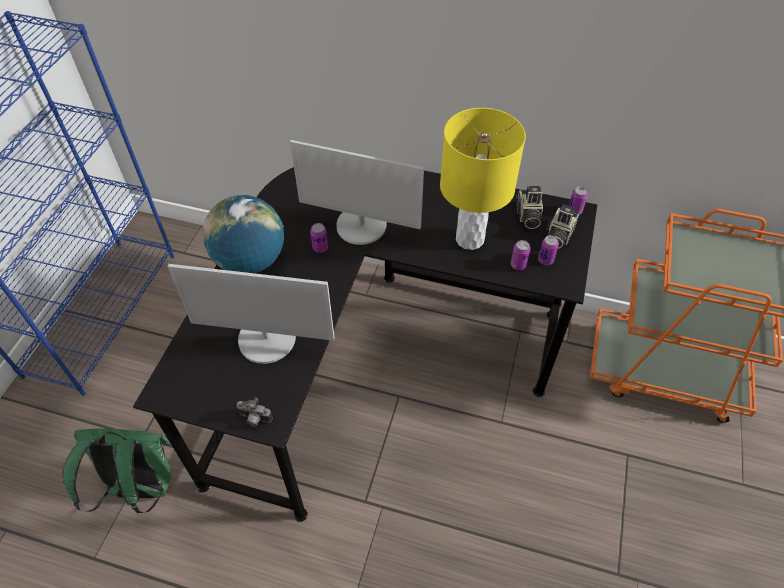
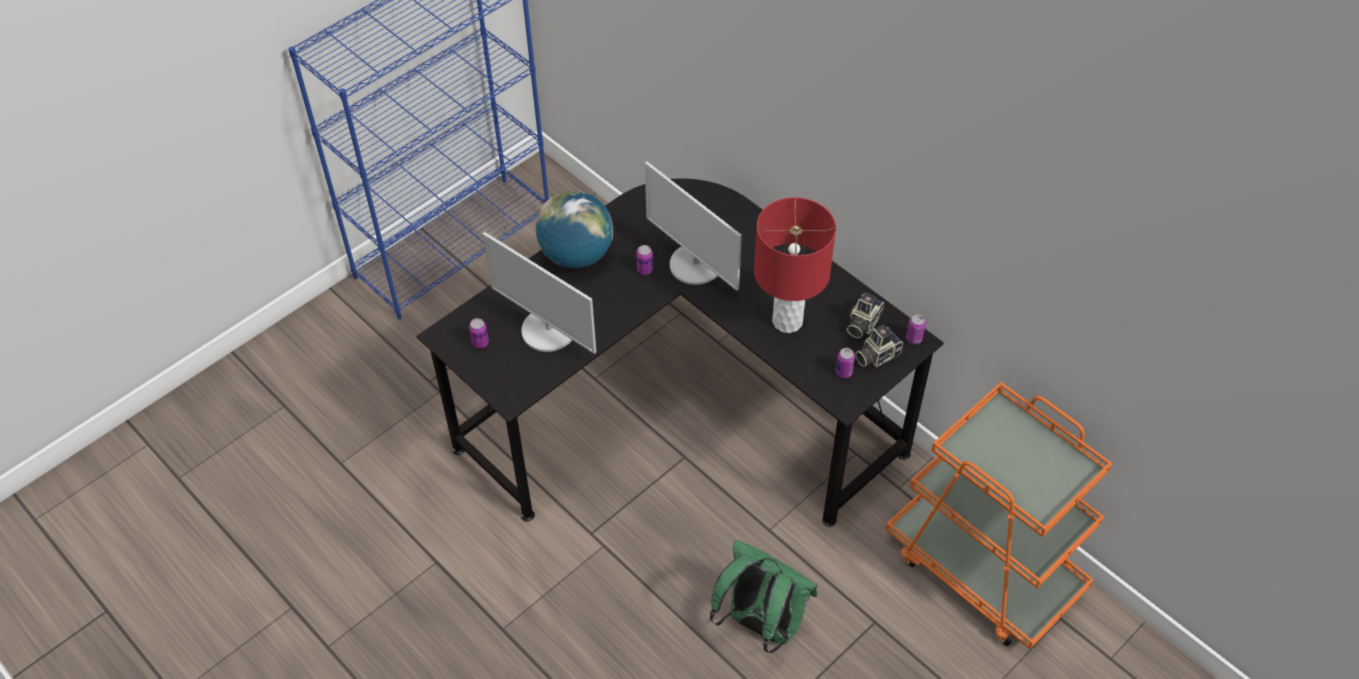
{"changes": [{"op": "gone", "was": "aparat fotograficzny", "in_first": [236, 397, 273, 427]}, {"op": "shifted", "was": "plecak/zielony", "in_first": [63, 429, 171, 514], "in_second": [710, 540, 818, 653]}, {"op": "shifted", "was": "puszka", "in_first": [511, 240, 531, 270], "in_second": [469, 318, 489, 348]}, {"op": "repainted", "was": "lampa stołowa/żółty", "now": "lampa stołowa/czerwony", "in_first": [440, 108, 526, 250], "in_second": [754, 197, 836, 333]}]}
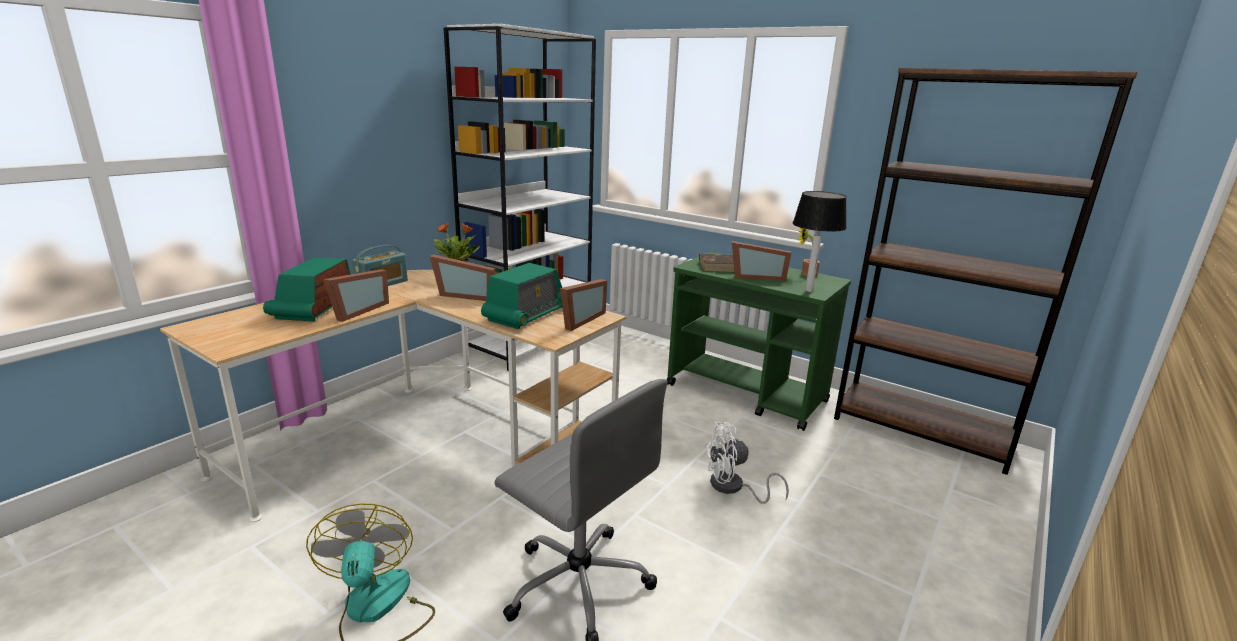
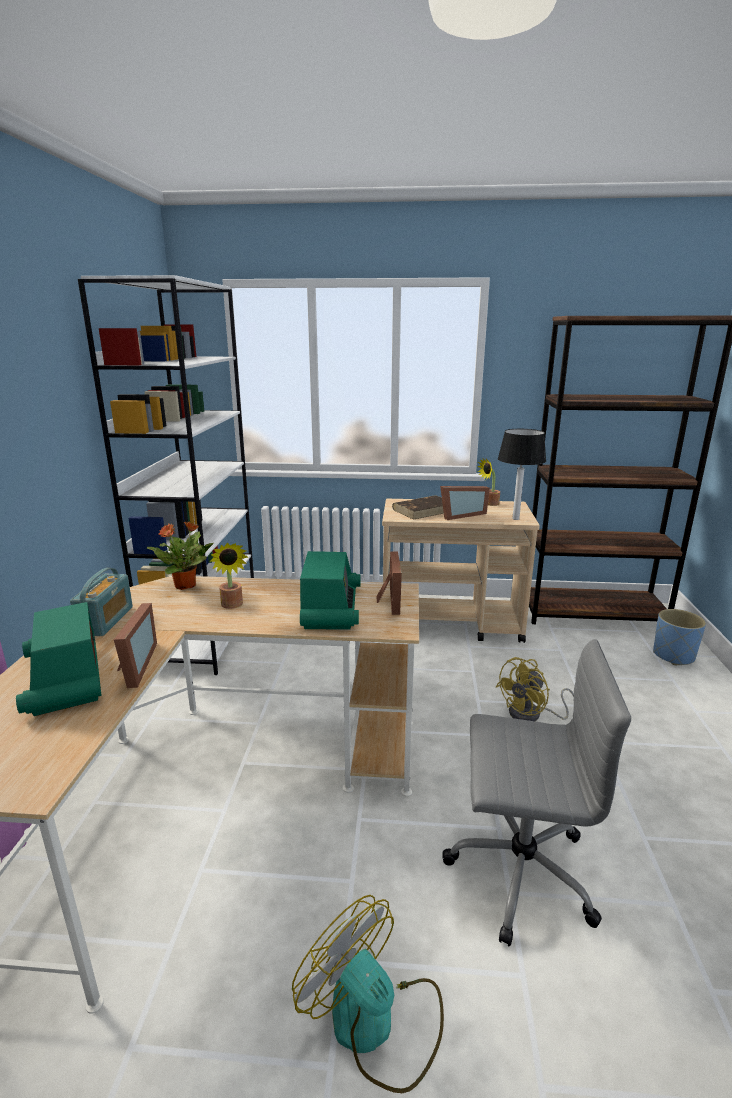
{"changes": [{"op": "new", "now": "donica/niebieski", "in_second": [653, 609, 706, 665]}, {"op": "swapped", "was": "ramka na zdjęcie", "now": "roślina doniczkowa", "in_first": [430, 254, 495, 301], "in_second": [210, 542, 248, 609]}, {"op": "repainted", "was": "wózek/zielony", "now": "wózek/beżowy", "in_first": [667, 252, 851, 431], "in_second": [382, 499, 540, 643]}, {"op": "repainted", "was": "wentylator/biały", "now": "wentylator/żółty", "in_first": [704, 422, 789, 504], "in_second": [496, 657, 574, 721]}]}
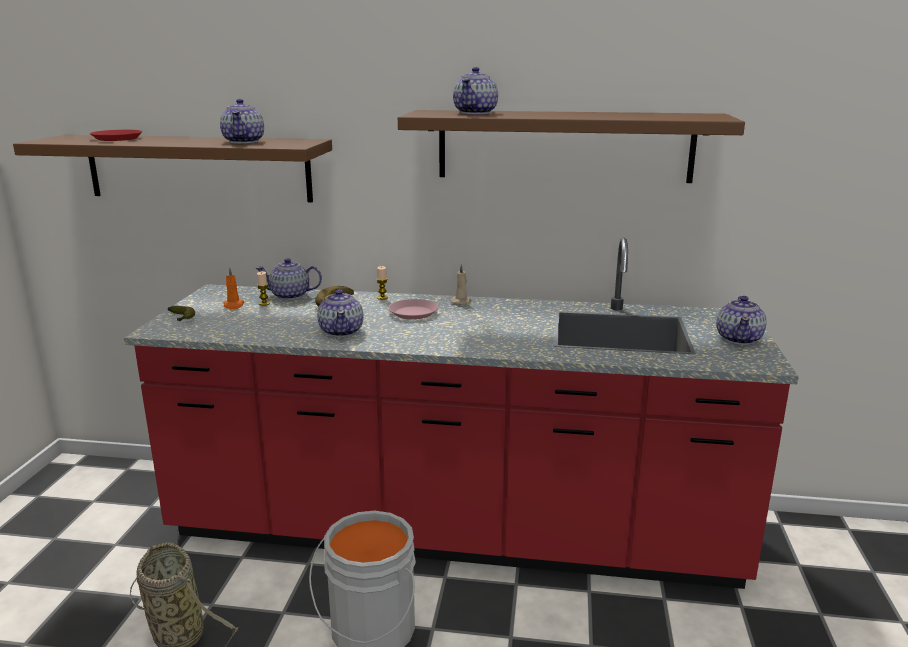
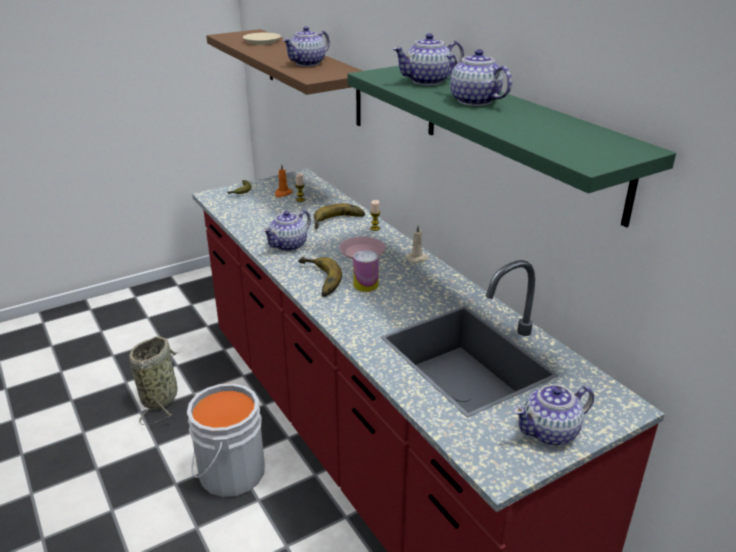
{"changes": [{"op": "new", "now": "banan", "in_second": [298, 257, 342, 297]}, {"op": "new", "now": "puszka", "in_second": [353, 250, 379, 292]}, {"op": "shifted", "was": "imbryk", "in_first": [255, 258, 322, 300], "in_second": [446, 49, 512, 106]}, {"op": "repainted", "was": "talerz/czerwony", "now": "talerz/beżowy", "in_first": [90, 130, 142, 141], "in_second": [243, 33, 281, 45]}, {"op": "repainted", "was": "półka/brązowy", "now": "półka/zielony", "in_first": [398, 110, 745, 183], "in_second": [348, 66, 676, 228]}]}
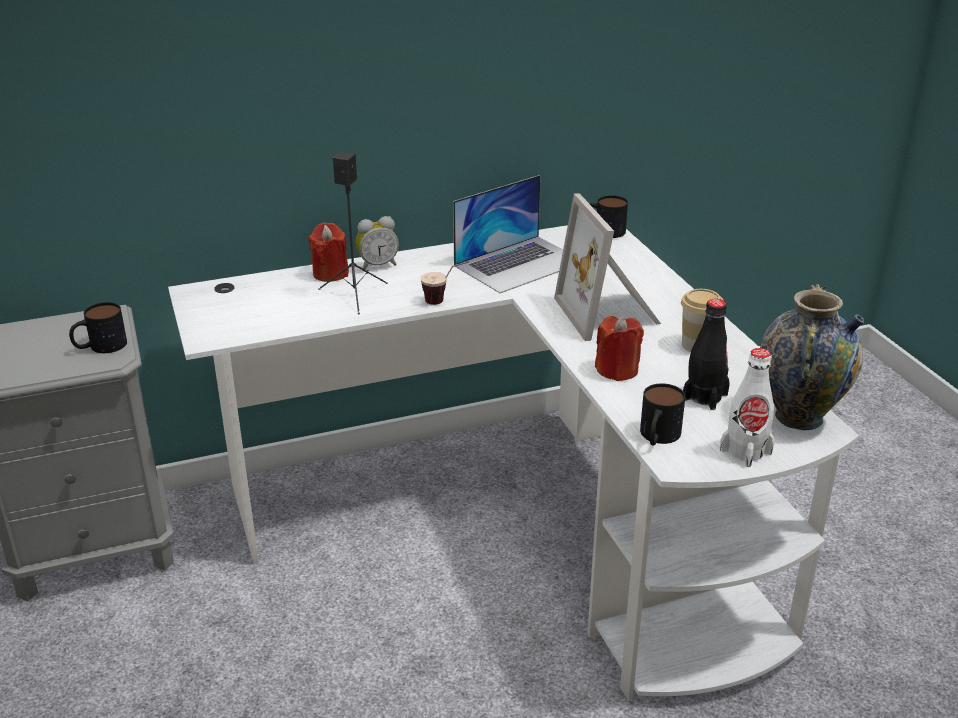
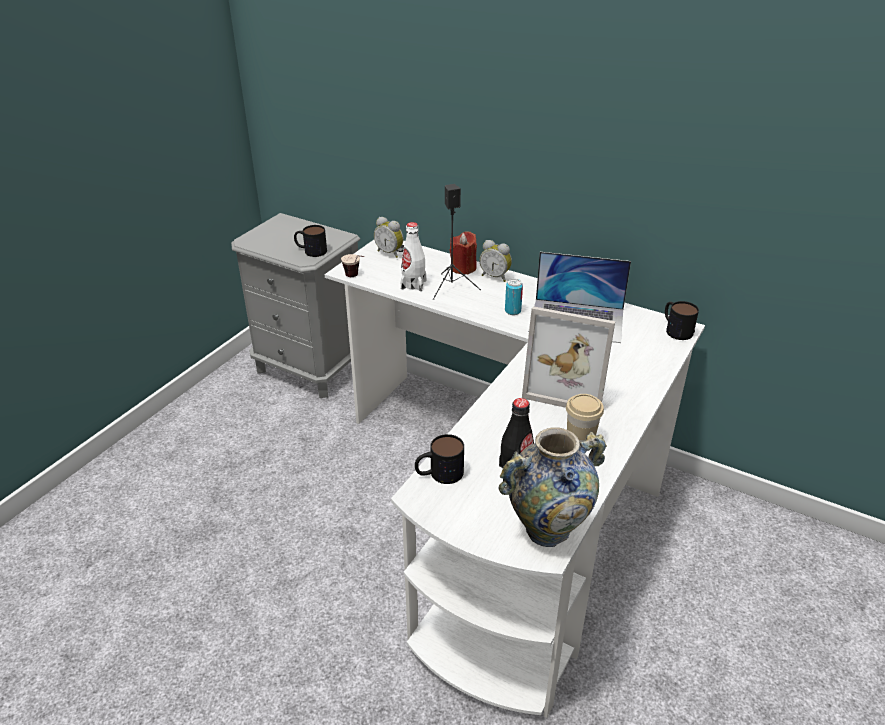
{"changes": [{"op": "gone", "was": "świeca/czerwony", "in_first": [595, 316, 644, 381]}, {"op": "new", "now": "budzik", "in_second": [374, 217, 403, 258]}, {"op": "new", "now": "puszka", "in_second": [505, 279, 523, 315]}, {"op": "shifted", "was": "filiżanka", "in_first": [420, 261, 469, 305], "in_second": [341, 254, 364, 277]}, {"op": "shifted", "was": "butelka/biały", "in_first": [720, 348, 774, 467], "in_second": [400, 222, 426, 291]}, {"op": "rotated", "was": "ramka na zdjęcie", "in_first": [554, 193, 661, 341], "in_second": [522, 306, 615, 408], "clockwise": -105}]}
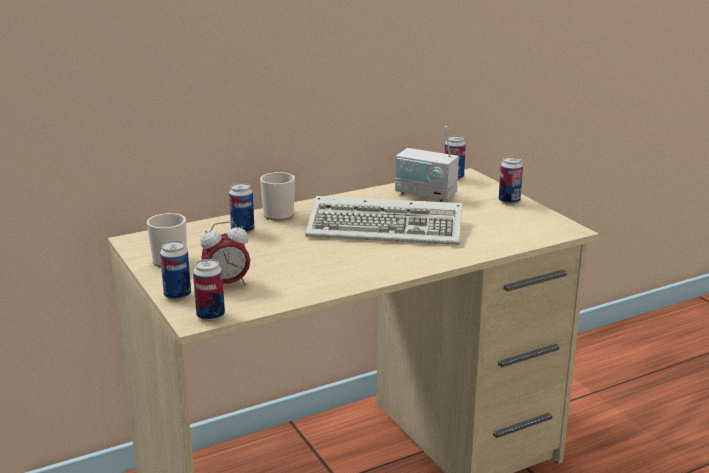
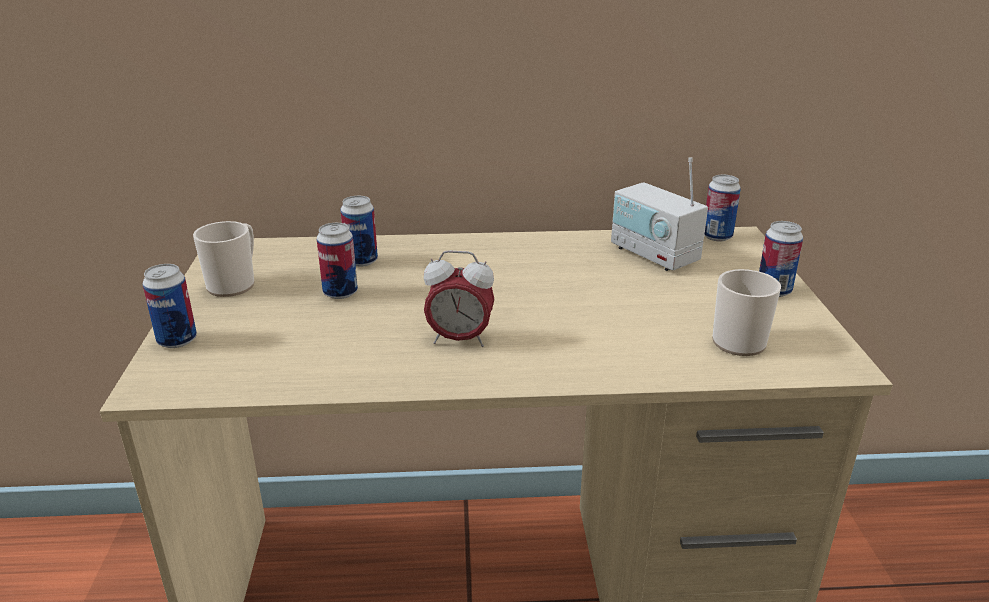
{"changes": [{"op": "gone", "was": "klawiatura", "in_first": [305, 196, 462, 245]}, {"op": "shifted", "was": "puszka", "in_first": [193, 259, 225, 321], "in_second": [317, 223, 358, 299]}, {"op": "shifted", "was": "budzik", "in_first": [201, 221, 250, 285], "in_second": [424, 250, 494, 347]}, {"op": "shifted", "was": "kubek", "in_first": [260, 172, 295, 221], "in_second": [712, 269, 781, 356]}]}
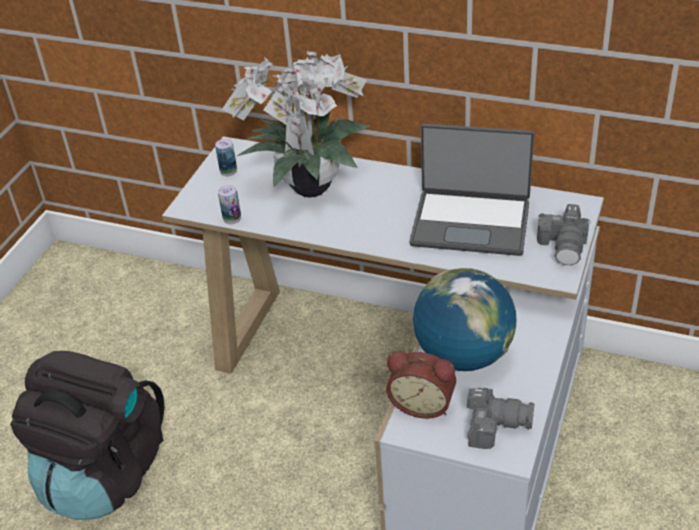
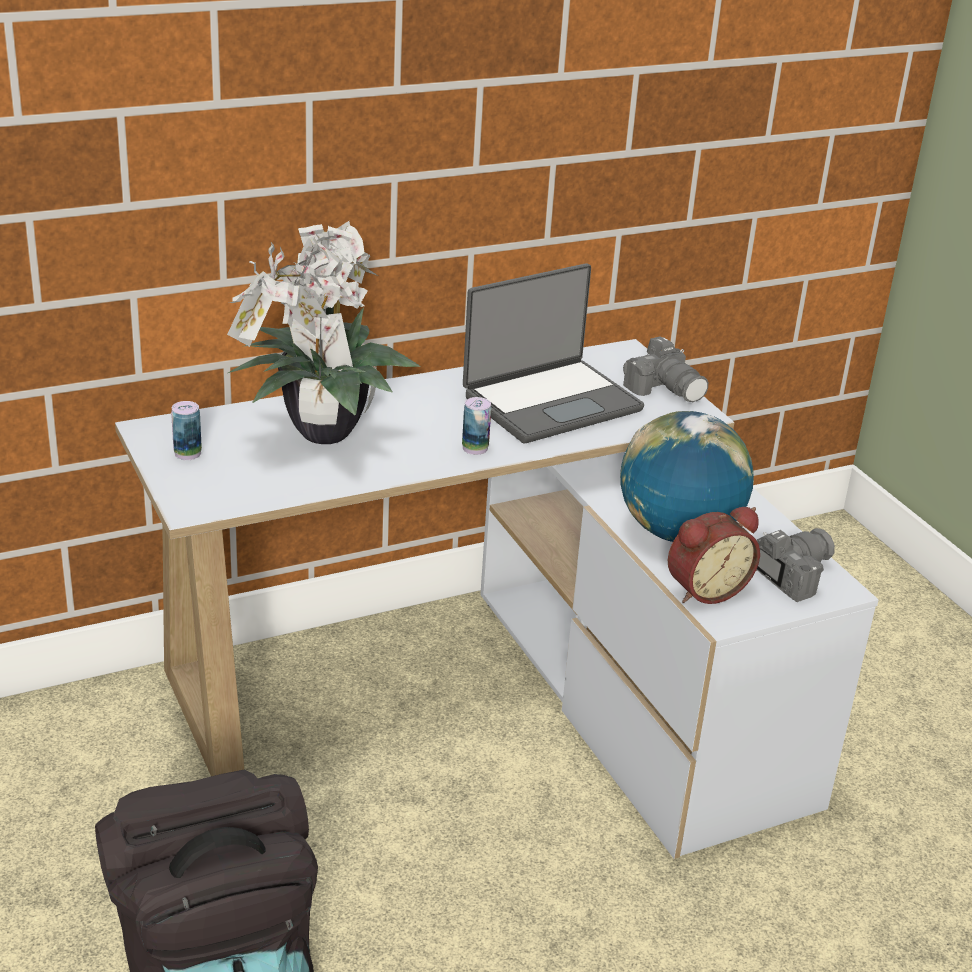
{"changes": [{"op": "shifted", "was": "puszka", "in_first": [218, 185, 241, 224], "in_second": [462, 397, 491, 455]}]}
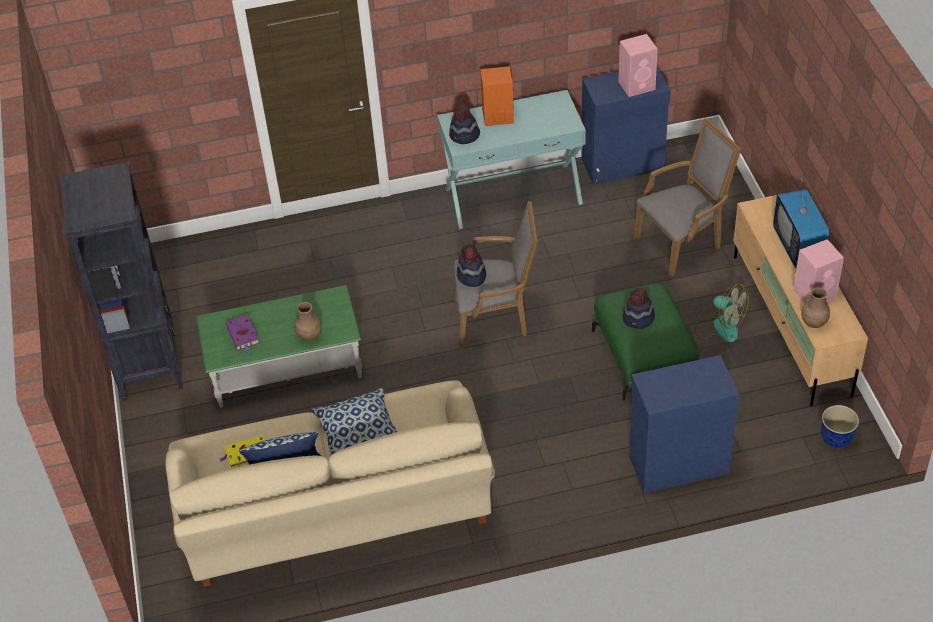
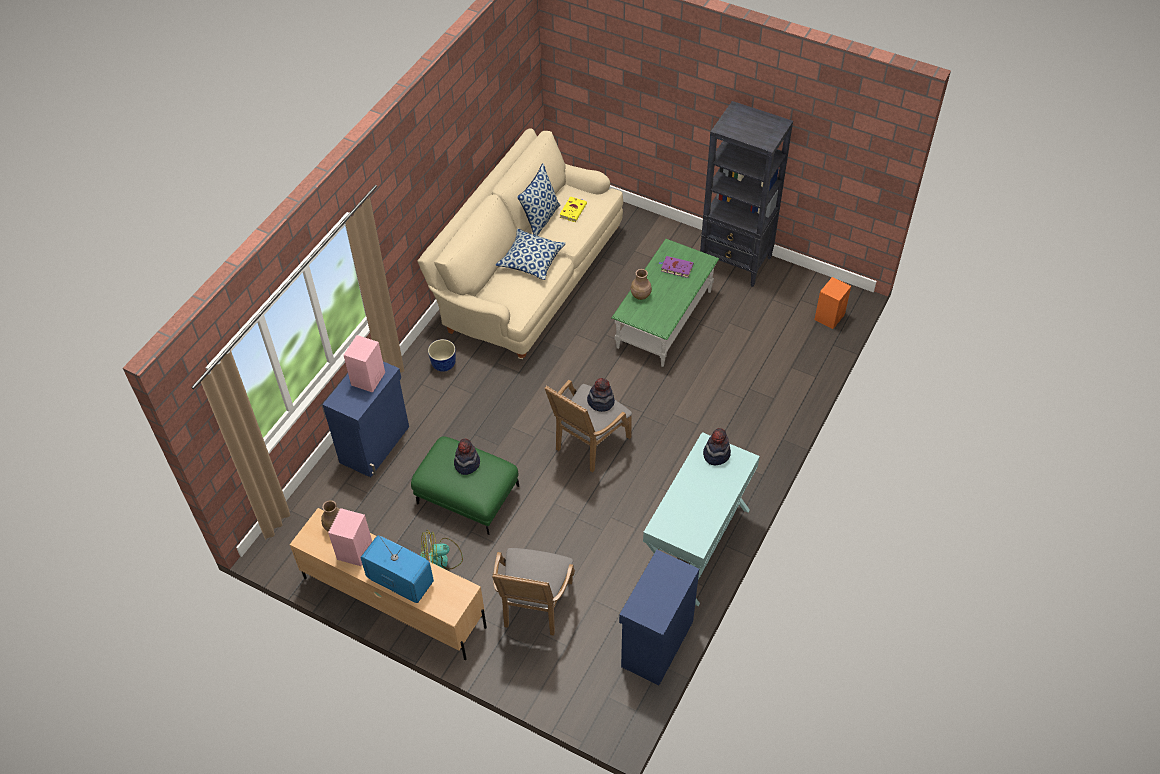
{"changes": [{"op": "shifted", "was": "głośnik/pomarańczowy", "in_first": [480, 66, 514, 126], "in_second": [814, 277, 851, 329]}, {"op": "shifted", "was": "głośnik/różowy", "in_first": [619, 34, 658, 97], "in_second": [344, 335, 385, 393]}, {"op": "shifted", "was": "donica", "in_first": [821, 405, 859, 448], "in_second": [428, 339, 456, 372]}]}
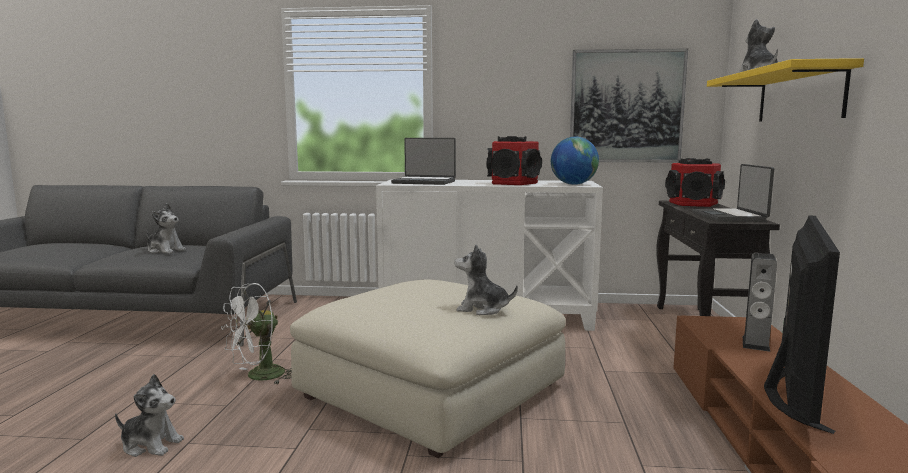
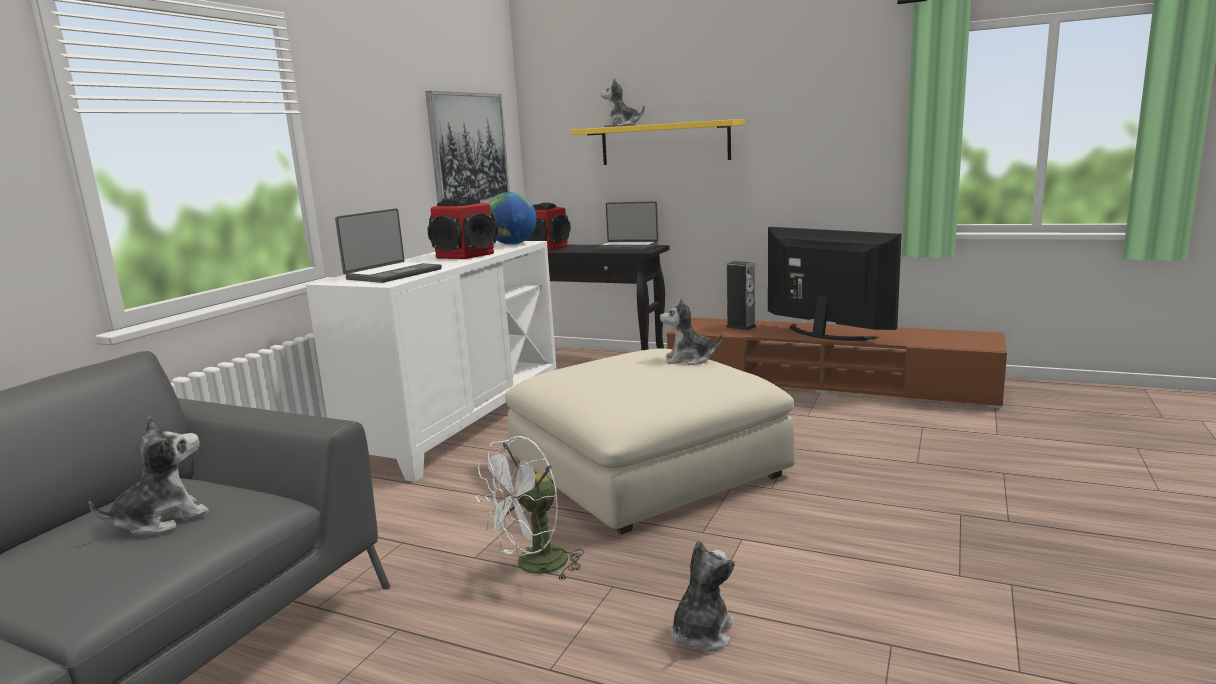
{"changes": [{"op": "rotated", "was": "wentylator/biały", "in_first": [221, 283, 291, 384], "in_second": [476, 436, 584, 581], "clockwise": 75}, {"op": "rotated", "was": "pluszak", "in_first": [455, 244, 518, 315], "in_second": [660, 298, 723, 365], "clockwise": 60}]}
